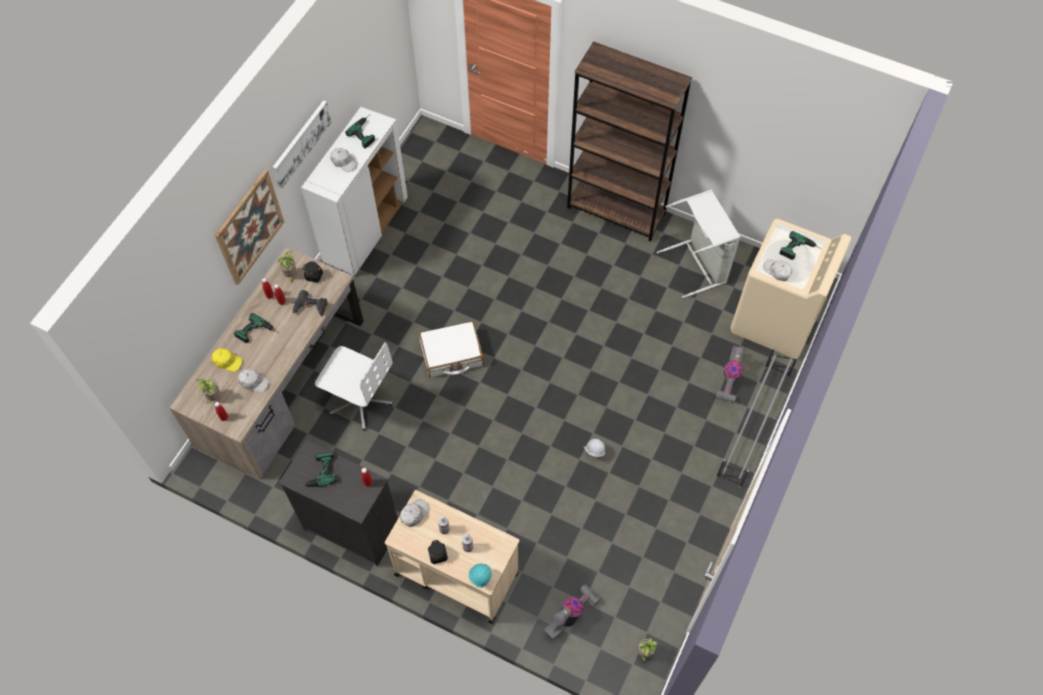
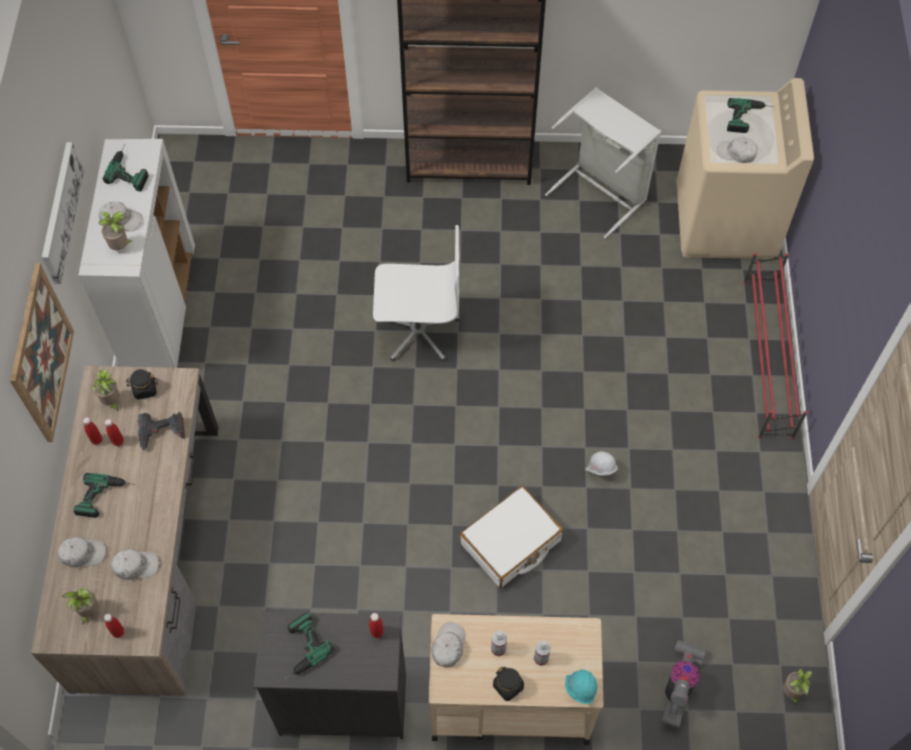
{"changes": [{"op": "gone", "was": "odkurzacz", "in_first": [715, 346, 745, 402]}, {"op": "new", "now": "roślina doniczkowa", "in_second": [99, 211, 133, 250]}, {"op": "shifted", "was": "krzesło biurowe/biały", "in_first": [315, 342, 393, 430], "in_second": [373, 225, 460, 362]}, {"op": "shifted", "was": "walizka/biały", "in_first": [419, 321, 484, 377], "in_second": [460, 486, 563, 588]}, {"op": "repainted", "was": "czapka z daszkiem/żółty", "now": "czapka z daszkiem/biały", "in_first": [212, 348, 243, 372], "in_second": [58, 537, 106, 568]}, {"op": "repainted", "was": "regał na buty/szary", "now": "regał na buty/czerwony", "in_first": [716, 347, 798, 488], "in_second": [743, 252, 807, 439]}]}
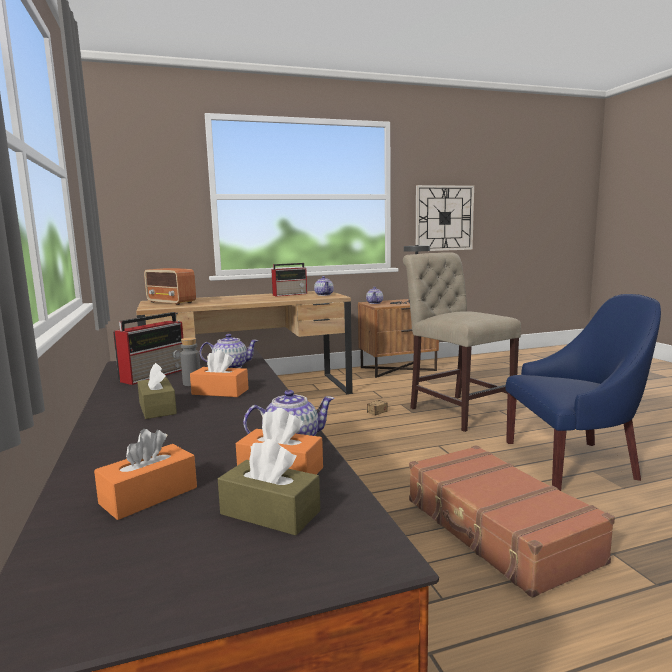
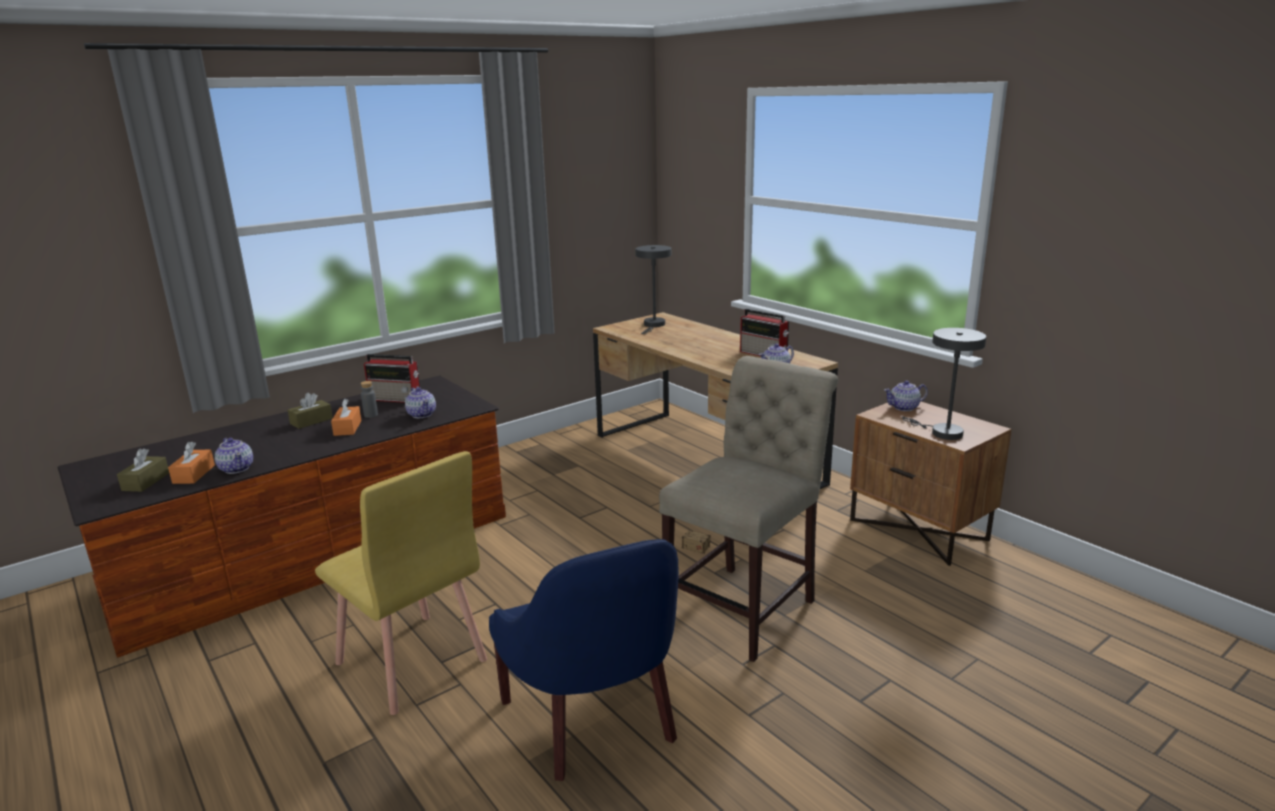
{"changes": [{"op": "gone", "was": "pudełko chusteczek/pomarańczowy", "in_first": [94, 429, 197, 520]}, {"op": "gone", "was": "zegar ścienny", "in_first": [416, 185, 474, 251]}, {"op": "swapped", "was": "radio", "now": "lampa stołowa/szary", "in_first": [144, 268, 196, 305], "in_second": [635, 245, 671, 334]}, {"op": "swapped", "was": "walizka/brązowy", "now": "krzesło/żółty", "in_first": [409, 445, 615, 598], "in_second": [315, 451, 487, 715]}]}
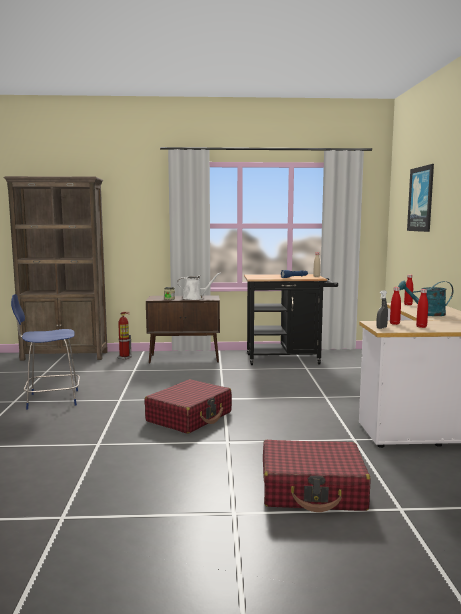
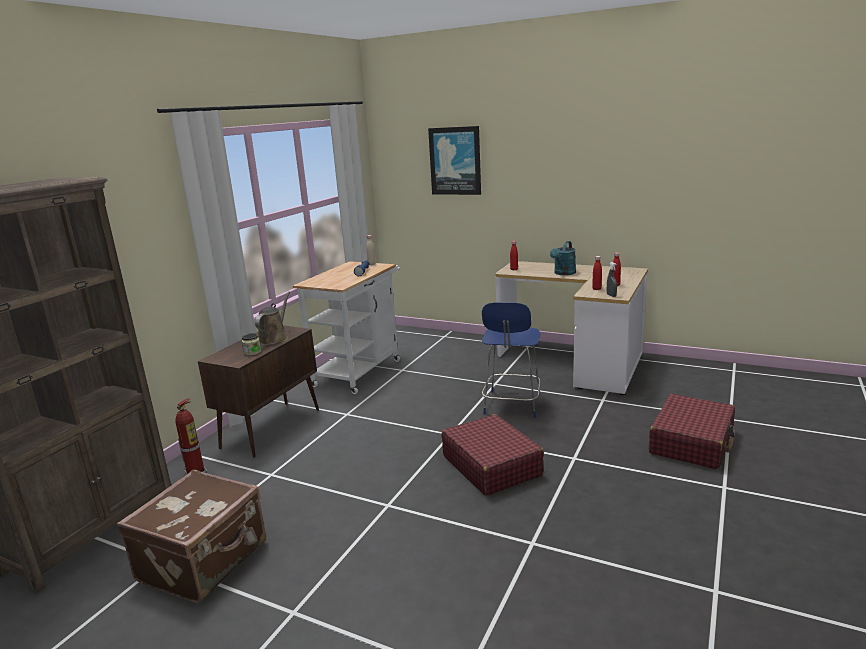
{"changes": [{"op": "new", "now": "walizka/brązowy", "in_second": [117, 469, 266, 603]}, {"op": "shifted", "was": "krzesło/niebieski", "in_first": [11, 294, 80, 410], "in_second": [482, 302, 541, 418]}, {"op": "repainted", "was": "konewka/biały", "now": "konewka/brązowy", "in_first": [177, 272, 221, 300], "in_second": [255, 291, 290, 345]}, {"op": "repainted", "was": "wózek/czarny", "now": "wózek/biały", "in_first": [244, 274, 338, 365], "in_second": [293, 261, 400, 394]}]}
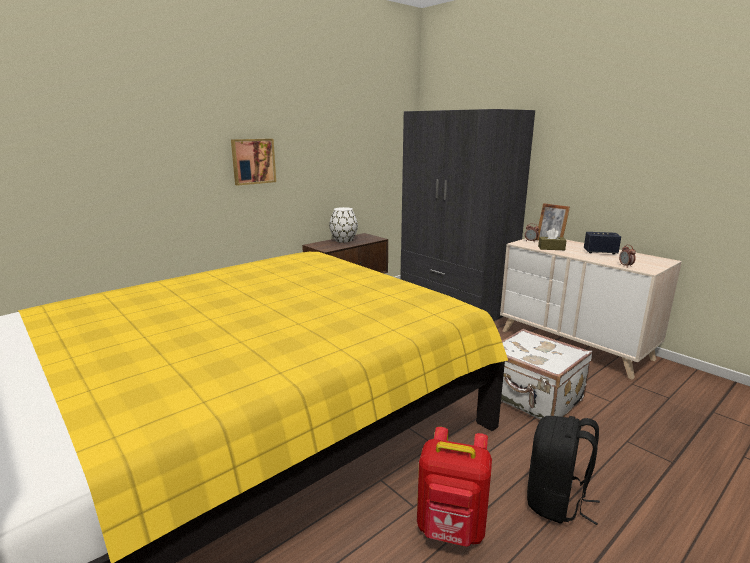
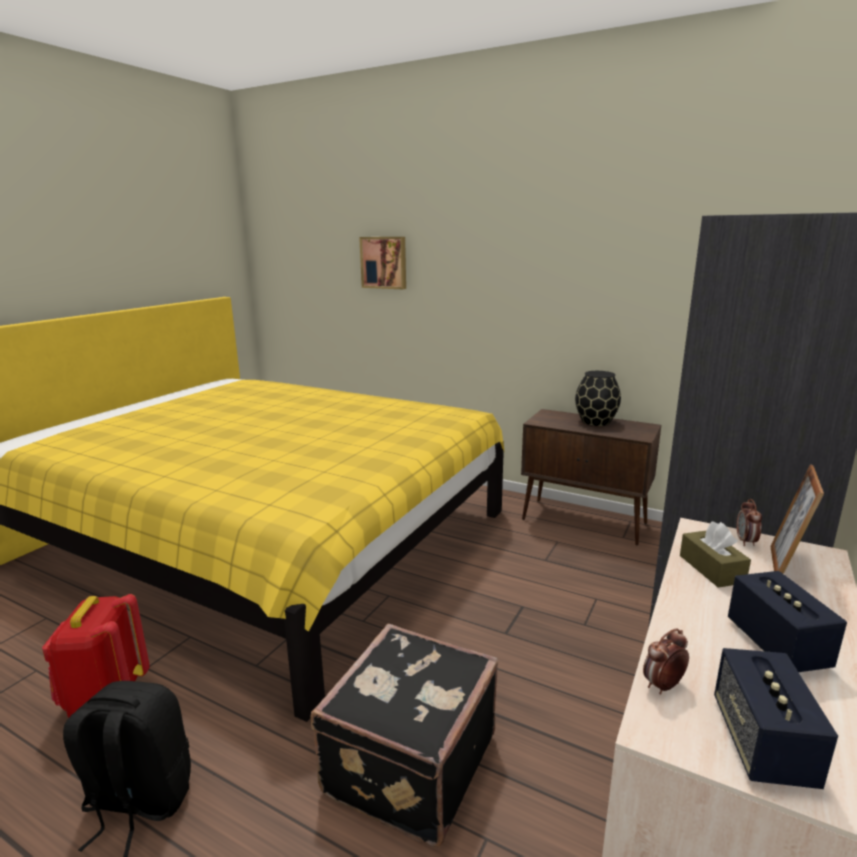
{"changes": [{"op": "new", "now": "głośnik", "in_second": [714, 648, 838, 789]}, {"op": "shifted", "was": "obraz", "in_first": [231, 139, 276, 186], "in_second": [359, 237, 406, 289]}, {"op": "repainted", "was": "wazon/biały", "now": "wazon/czarny", "in_first": [329, 207, 358, 243], "in_second": [575, 371, 621, 426]}, {"op": "repainted", "was": "walizka/biały", "now": "walizka/czarny", "in_first": [501, 329, 593, 420], "in_second": [311, 624, 498, 847]}]}
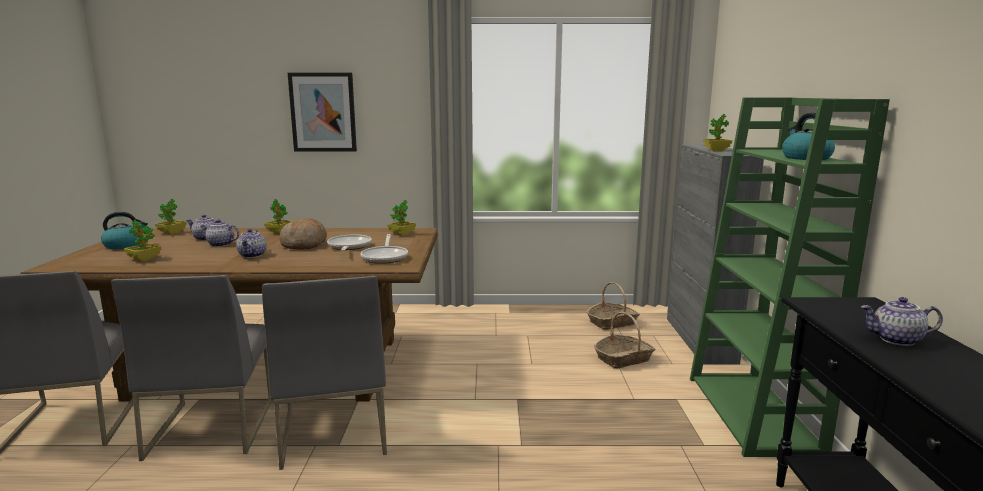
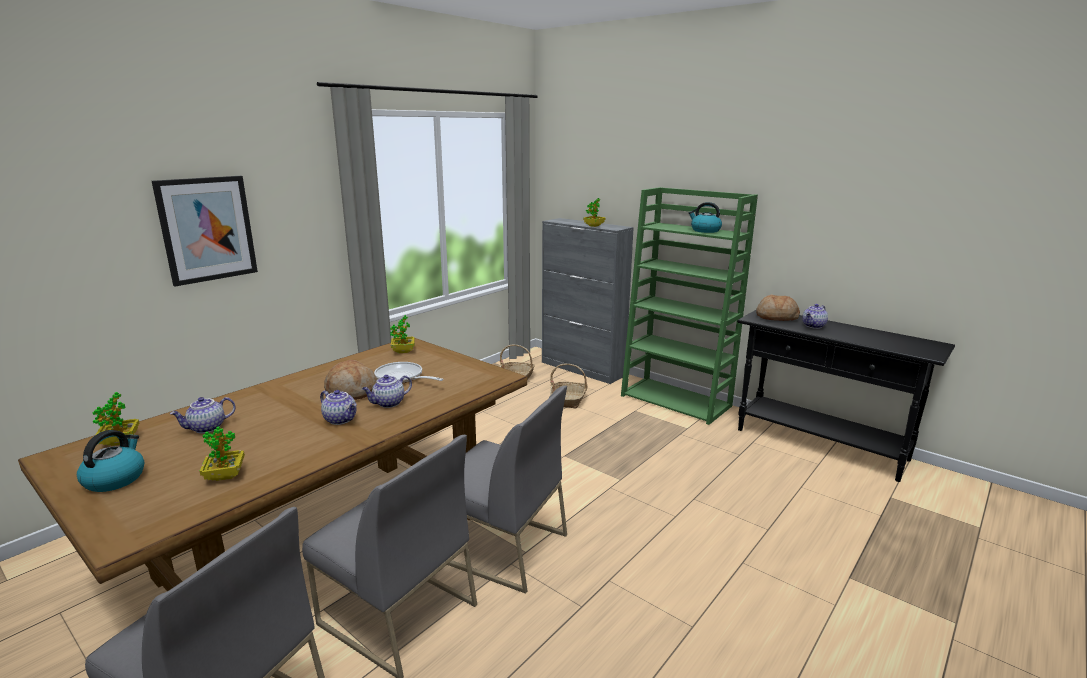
{"changes": [{"op": "gone", "was": "roślina doniczkowa", "in_first": [264, 199, 294, 234]}, {"op": "gone", "was": "patelnia", "in_first": [361, 234, 408, 264]}, {"op": "new", "now": "chleb", "in_second": [756, 294, 800, 321]}, {"op": "shifted", "was": "imbryk", "in_first": [200, 219, 239, 247], "in_second": [362, 375, 412, 408]}]}
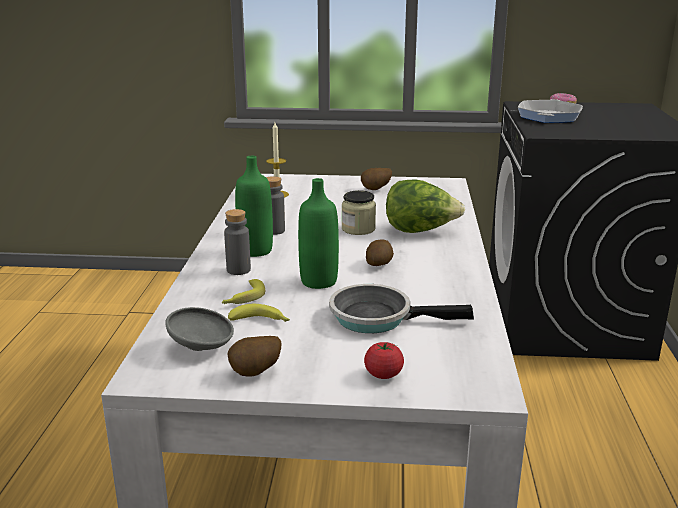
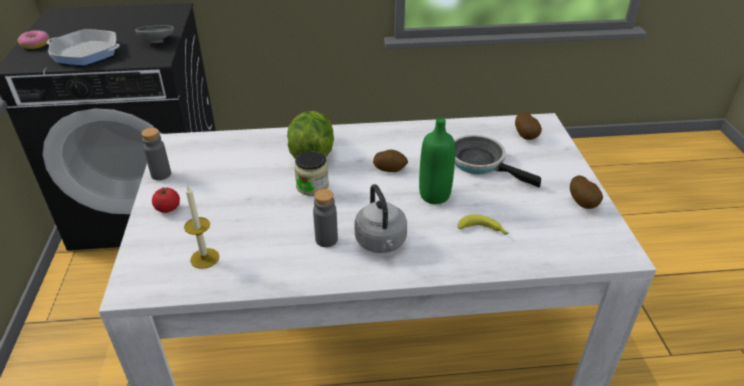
{"changes": [{"op": "gone", "was": "banan", "in_first": [228, 304, 290, 322]}, {"op": "shifted", "was": "miska/szary", "in_first": [165, 307, 234, 351], "in_second": [135, 25, 174, 43]}, {"op": "shifted", "was": "butelka/szary", "in_first": [224, 209, 251, 275], "in_second": [141, 128, 171, 180]}, {"op": "shifted", "was": "ziemniak", "in_first": [361, 168, 392, 190], "in_second": [515, 111, 542, 140]}, {"op": "shifted", "was": "pomidor", "in_first": [364, 342, 404, 379], "in_second": [152, 188, 180, 213]}, {"op": "swapped", "was": "butelka/zielony", "now": "czajnik/szary", "in_first": [235, 156, 273, 257], "in_second": [354, 184, 407, 253]}, {"op": "rotated", "was": "patelnia", "in_first": [329, 284, 474, 333], "in_second": [454, 135, 541, 188], "clockwise": 135}]}
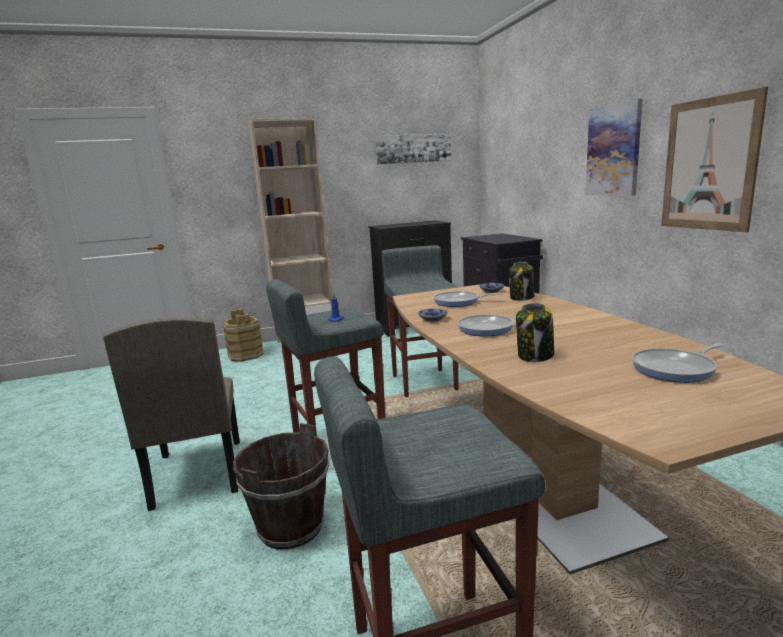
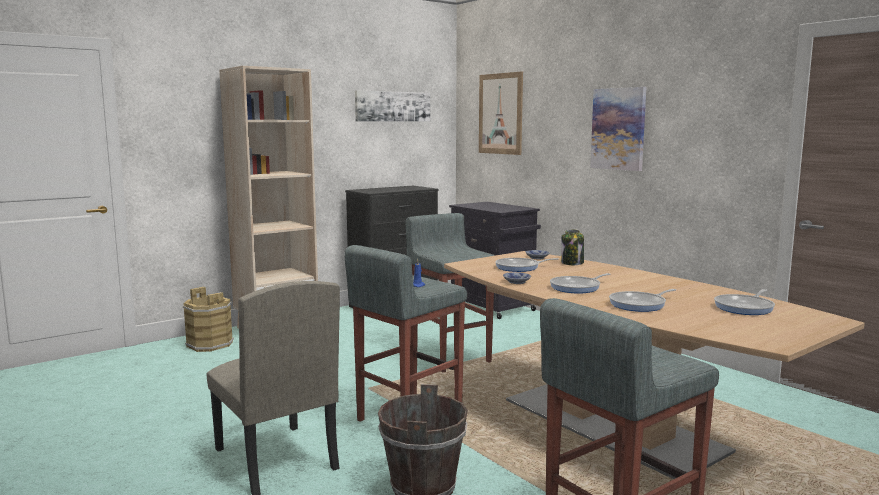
{"changes": [{"op": "shifted", "was": "obraz", "in_first": [661, 87, 768, 232], "in_second": [479, 71, 523, 155]}, {"op": "swapped", "was": "słoik", "now": "patelnia", "in_first": [516, 303, 554, 362], "in_second": [609, 289, 676, 312]}]}
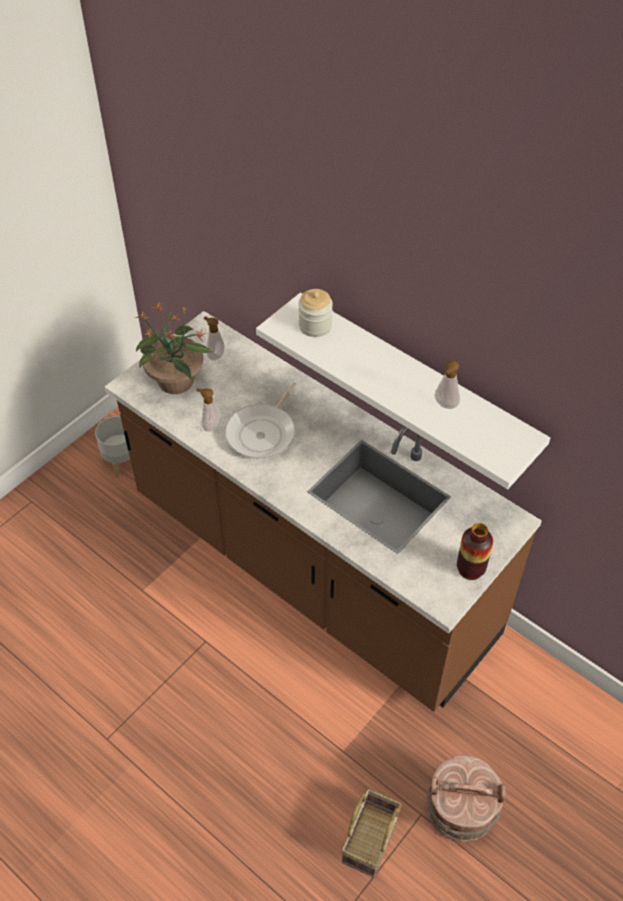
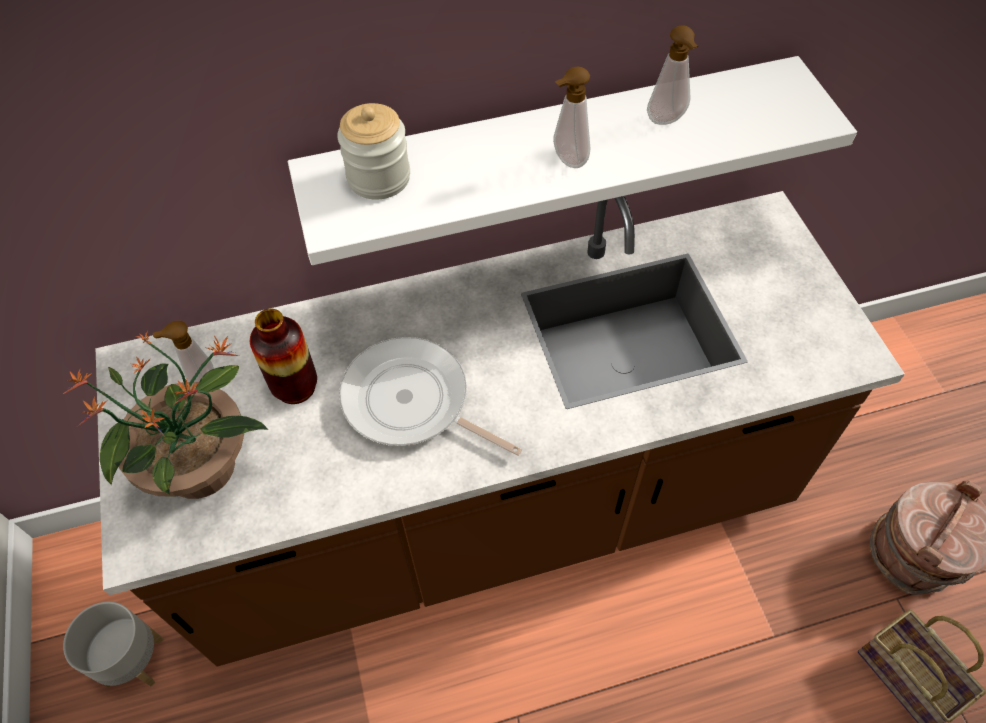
{"changes": [{"op": "shifted", "was": "dozownik mydła", "in_first": [197, 388, 220, 432], "in_second": [553, 66, 590, 168]}, {"op": "shifted", "was": "wazon", "in_first": [457, 523, 493, 580], "in_second": [250, 309, 317, 404]}, {"op": "rotated", "was": "patelnia", "in_first": [225, 382, 297, 458], "in_second": [339, 337, 522, 456], "clockwise": 150}]}
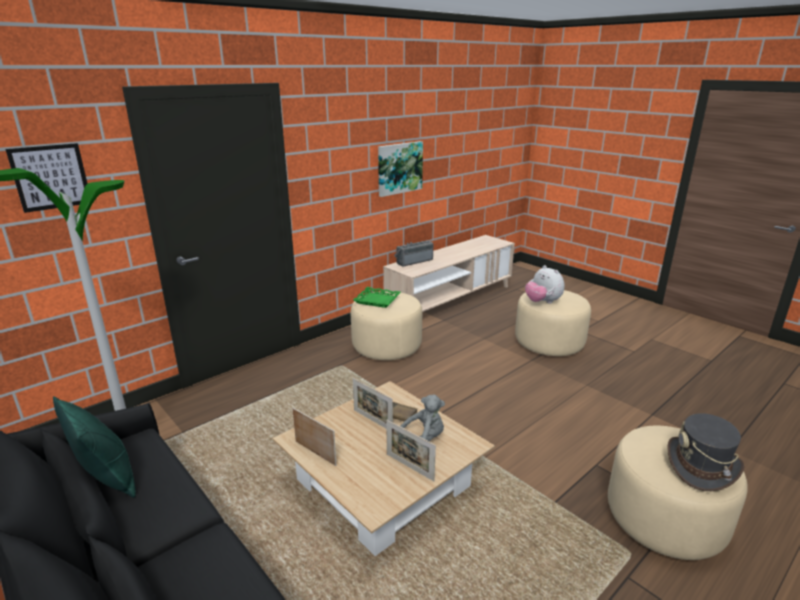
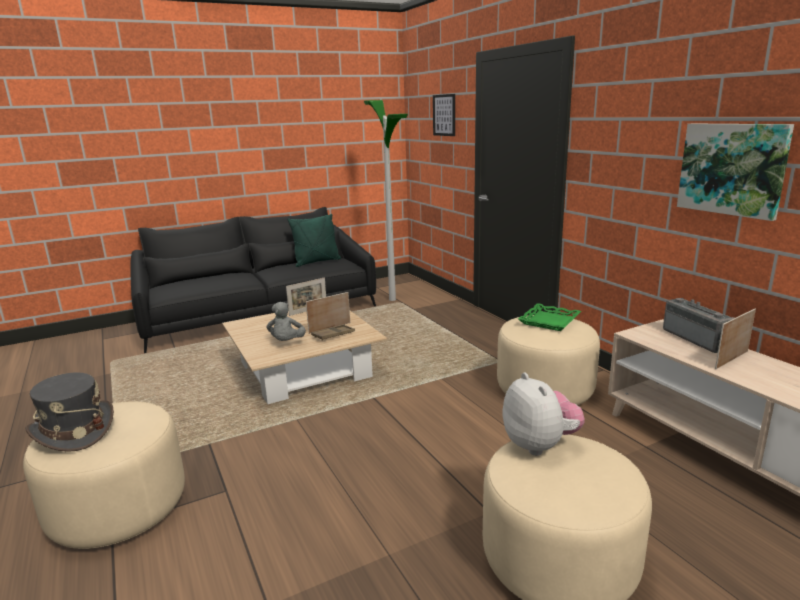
{"changes": [{"op": "shifted", "was": "ramka na zdjęcie", "in_first": [386, 420, 436, 481], "in_second": [715, 309, 756, 369]}, {"op": "rotated", "was": "pluszak", "in_first": [525, 265, 565, 304], "in_second": [502, 372, 585, 456], "clockwise": 90}]}
